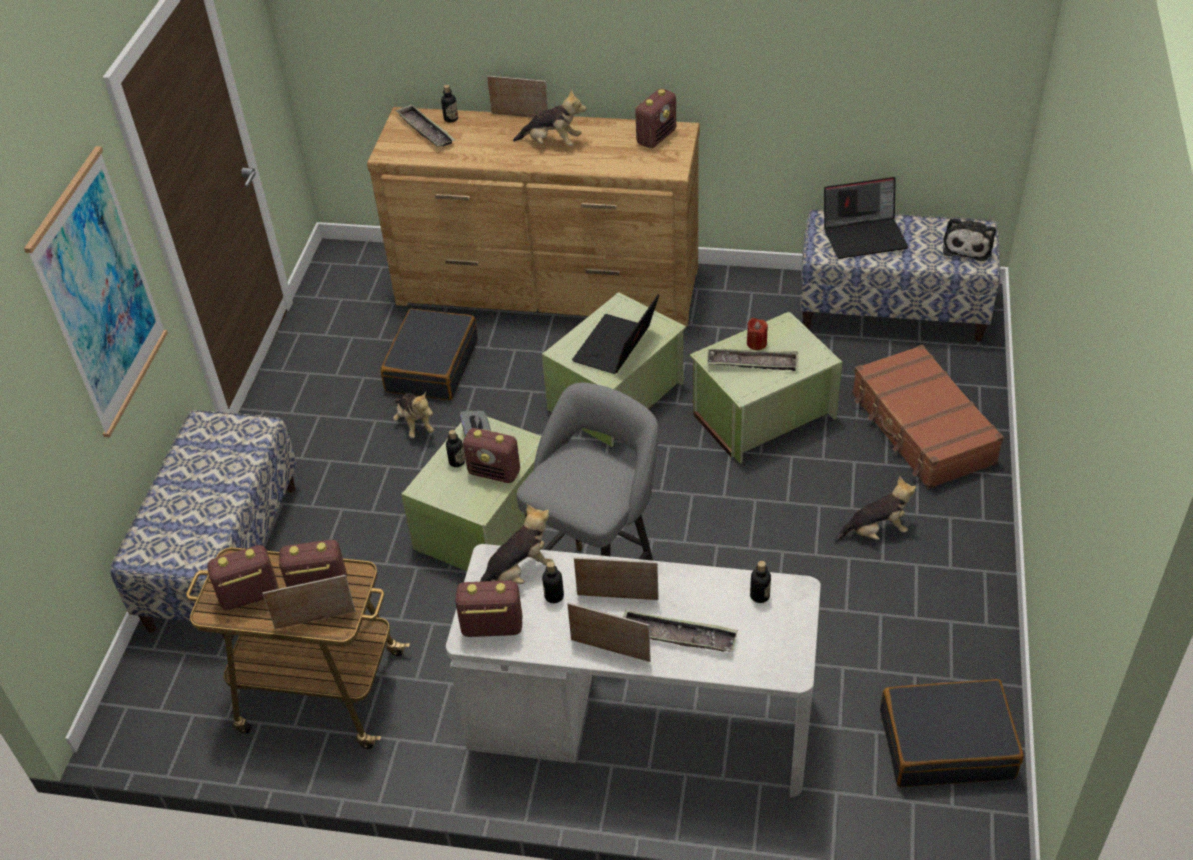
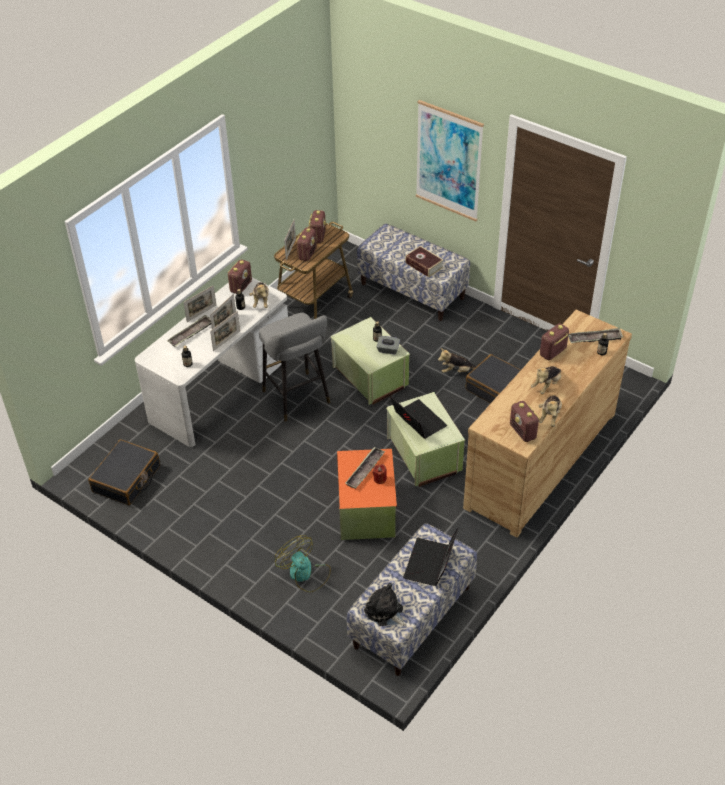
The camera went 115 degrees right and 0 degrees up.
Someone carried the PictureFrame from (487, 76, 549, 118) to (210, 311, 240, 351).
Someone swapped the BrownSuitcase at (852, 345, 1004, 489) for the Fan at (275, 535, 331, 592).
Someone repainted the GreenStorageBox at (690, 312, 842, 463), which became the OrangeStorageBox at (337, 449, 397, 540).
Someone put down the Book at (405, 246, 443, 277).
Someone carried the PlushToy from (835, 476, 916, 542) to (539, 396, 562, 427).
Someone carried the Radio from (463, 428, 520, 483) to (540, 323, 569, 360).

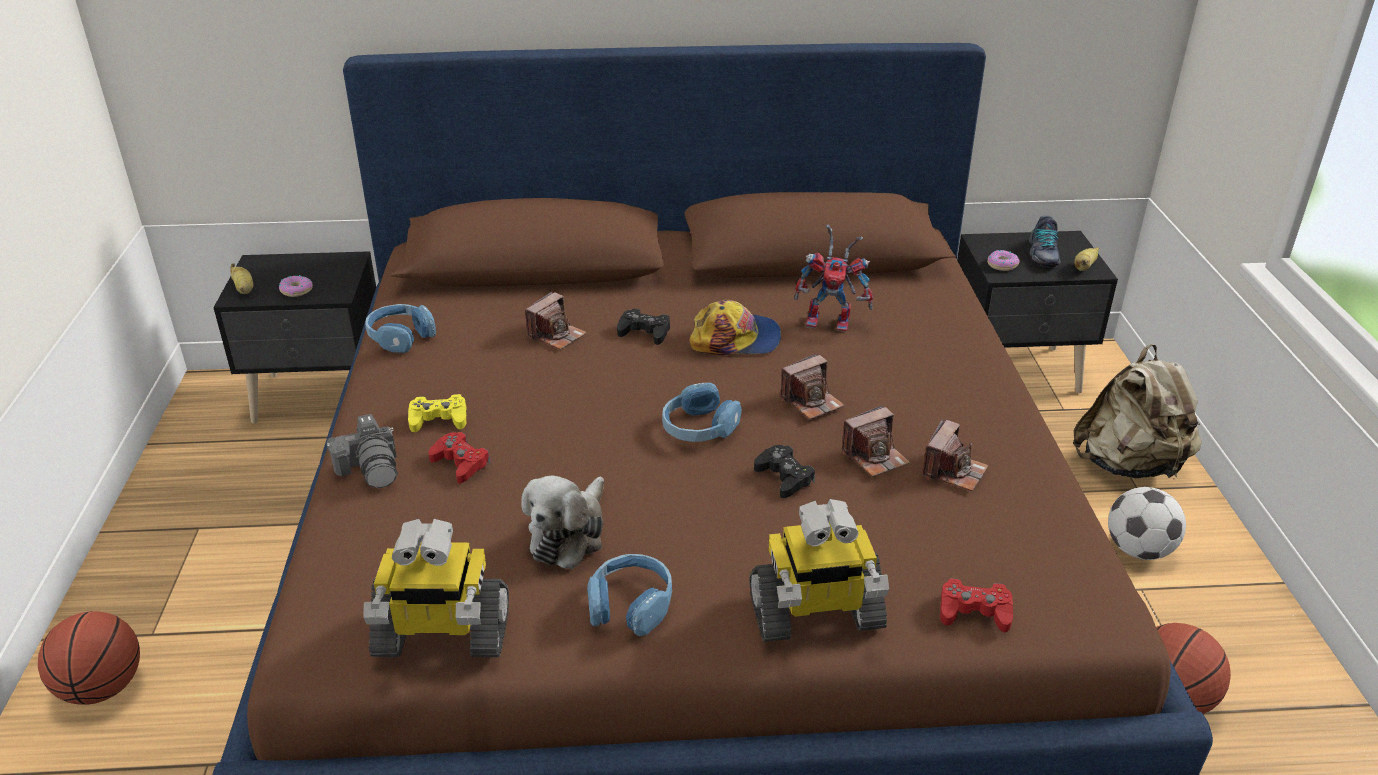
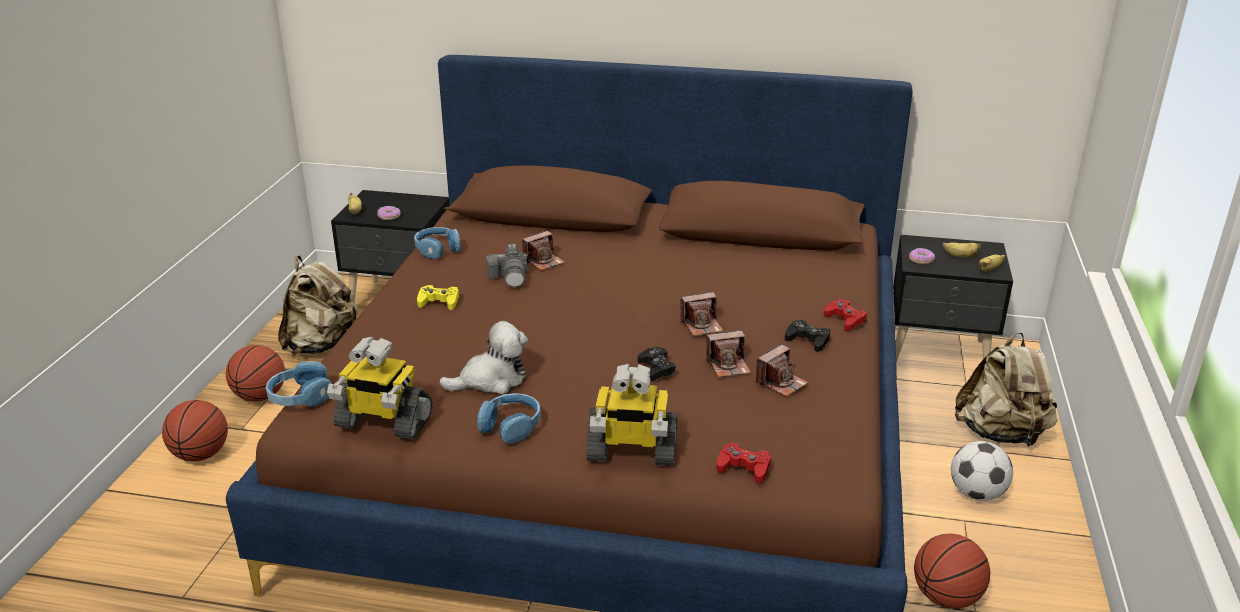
The camera went 15 degrees right and 5 degrees down.
Someone put down the Basketball at (226, 345, 285, 402).
Someone carried the BlueHeadphones from (662, 383, 742, 442) to (266, 361, 332, 407).
Someone put down the BeigeBackpack at (278, 256, 358, 354).
Someone rotated the PlushToy at (521, 475, 604, 569) by 150 degrees counterclockwise.
Someone carried the PhotoCamera from (327, 414, 398, 488) to (486, 244, 528, 287).
Someone carried the BlackGameController from (617, 309, 670, 345) to (785, 320, 830, 352).
Someone carried the RedGameController from (429, 432, 491, 484) to (824, 299, 867, 331).
Someone swapped the Shoe at (1029, 216, 1061, 268) for the Banana at (943, 243, 982, 257).
Someone took away the Cap at (689, 300, 781, 356).
Someone took away the ToyRobot at (794, 224, 873, 332).

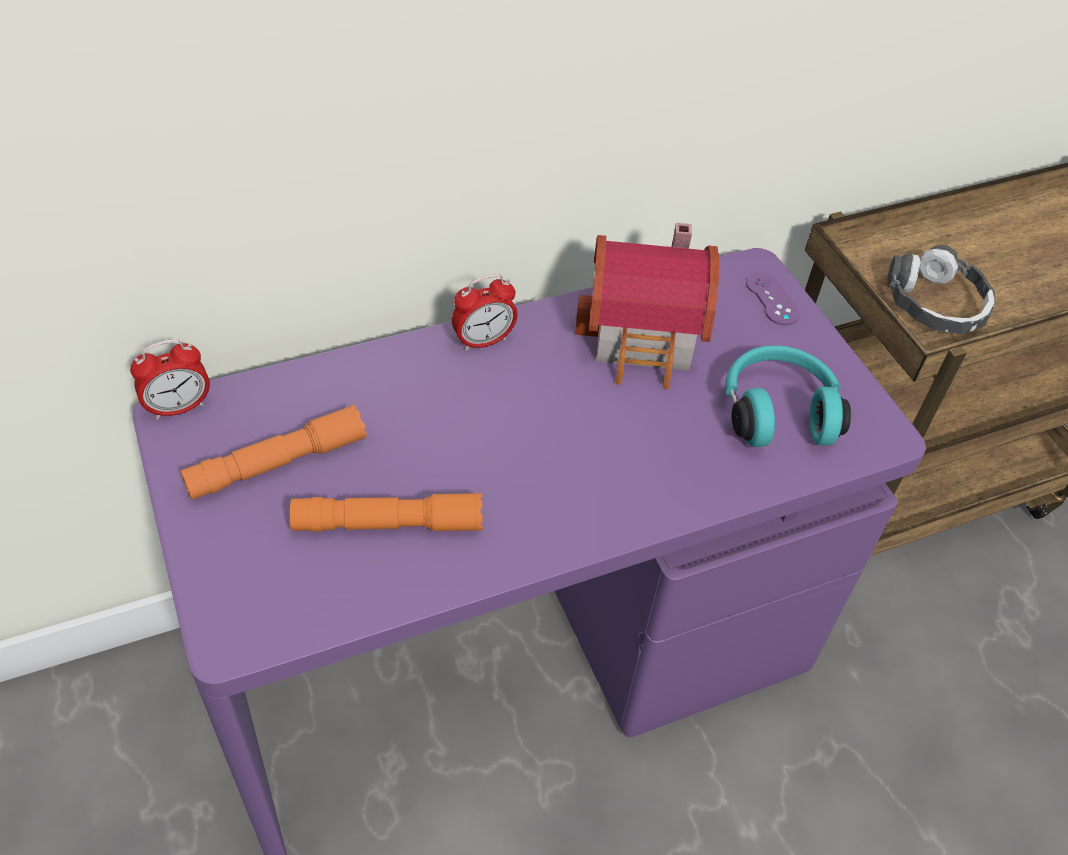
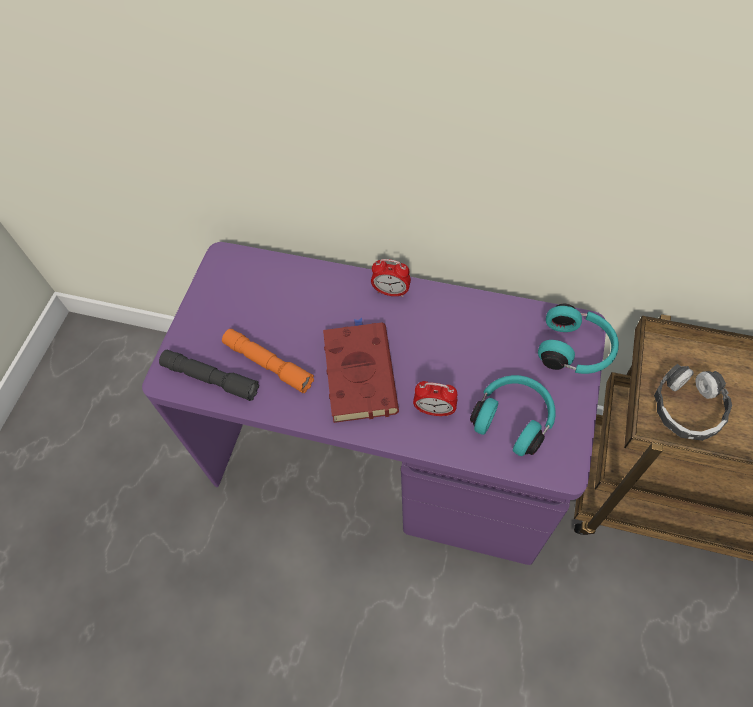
The camera went 45 degrees right and 10 degrees up.
Someone put down the GreyFlashlight at (159, 350, 259, 401).
Someone put down the RedBook at (323, 318, 399, 423).
Someone carried the AlarmClock from (130, 339, 210, 420) to (413, 381, 457, 416).
Someone swapped the PurpleGameController at (746, 272, 800, 325) for the TurquoiseHeadphones at (538, 304, 619, 374).
Someone took away the OrangeFlashlight at (180, 404, 367, 500).
Someone took away the ToyHouse at (575, 223, 719, 390).

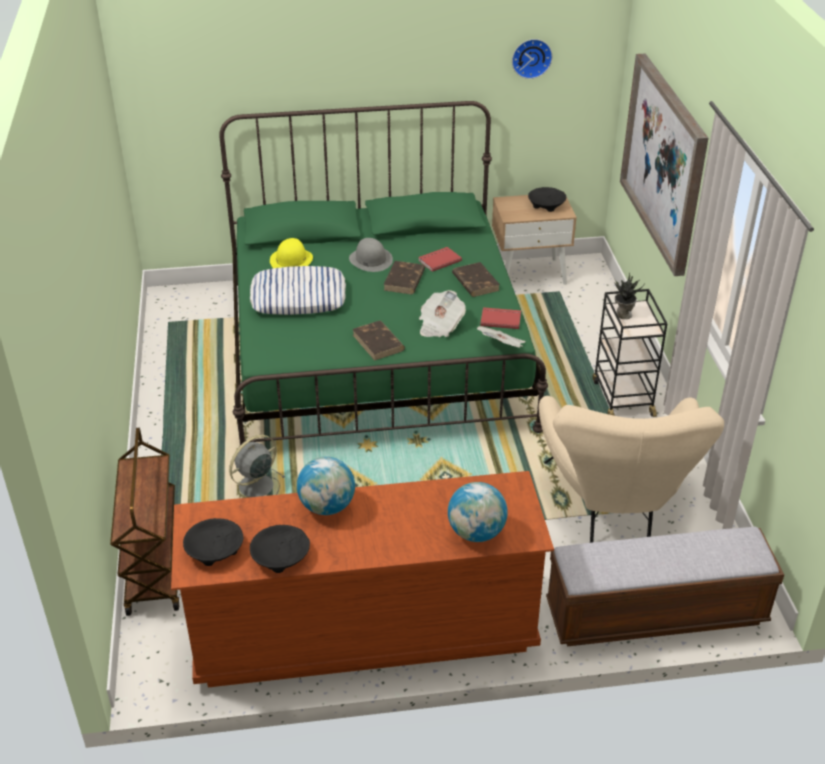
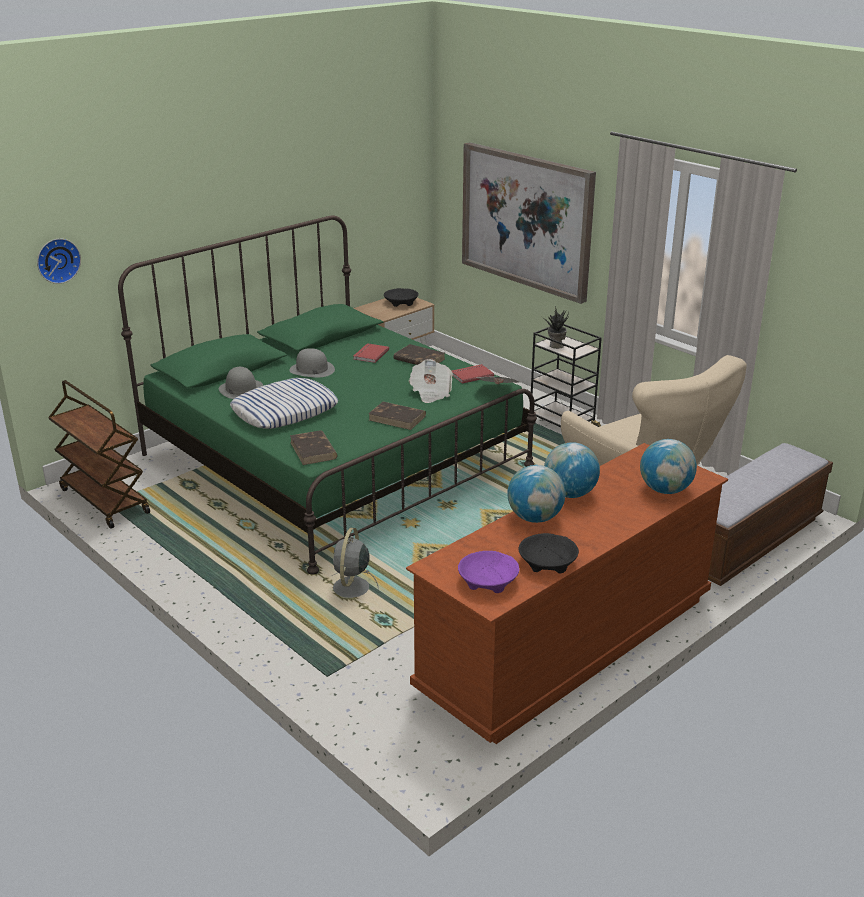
The camera went 35 degrees left and 10 degrees down.
Someone carried the WallClock from (512, 39, 552, 79) to (37, 238, 81, 284).
Someone carried the BrownCart from (110, 428, 179, 616) to (48, 380, 150, 529).
Someone repainted the YellowHat at (270, 238, 313, 268), which became the GreyHat at (219, 367, 263, 399).
Someone carried the BrownBook from (383, 261, 425, 294) to (290, 430, 338, 465).
Someone repainted the BlackBowl at (183, 518, 244, 566), which became the PurpleBowl at (458, 551, 519, 593).
Someone put down the Globe at (544, 442, 600, 498).

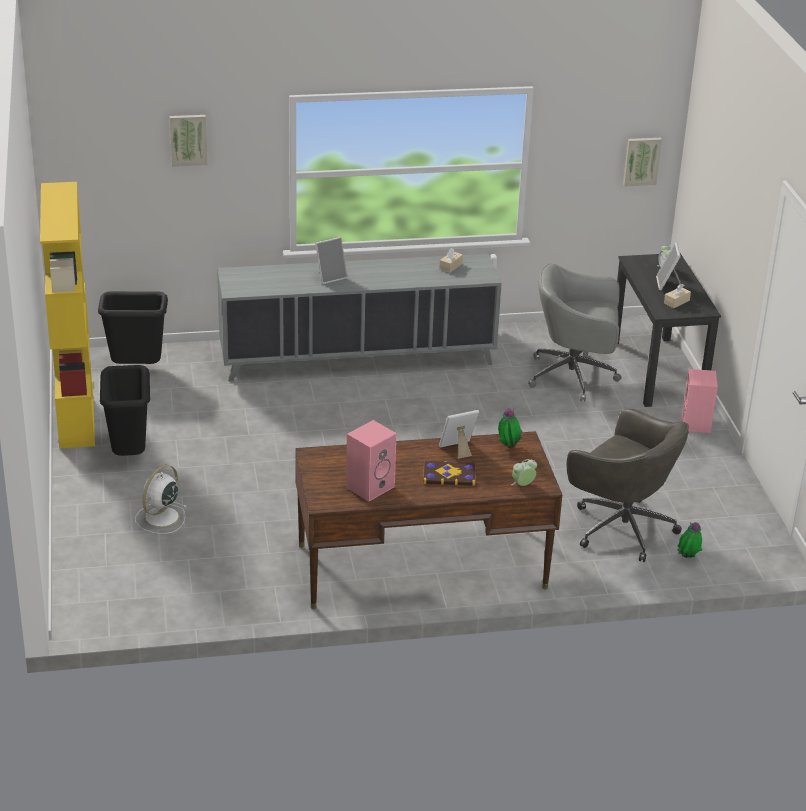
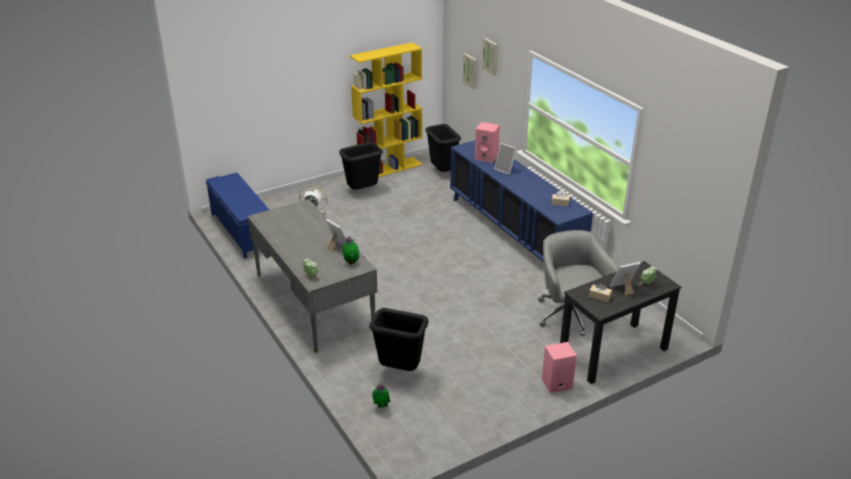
The camera went 70 degrees right and 0 degrees up.
Someone put down the BlueBench at (206, 173, 269, 259).
Someone repainted the BrownDesk at (295, 431, 562, 609), which became the GreyDesk at (247, 199, 377, 353).
Someone swapped the GreyOfficeChair at (567, 408, 689, 562) for the BlackTrashCan at (369, 308, 429, 371).
Someone repainted the GreyCabinet at (217, 254, 502, 381), which became the BlueCabinet at (450, 140, 593, 262).
Someone carried the Picture from (623, 138, 662, 187) to (463, 53, 477, 89).
Someone carried the PinkSpeaker from (346, 420, 397, 502) to (475, 122, 500, 163).
Someone took away the Book at (423, 461, 475, 486).

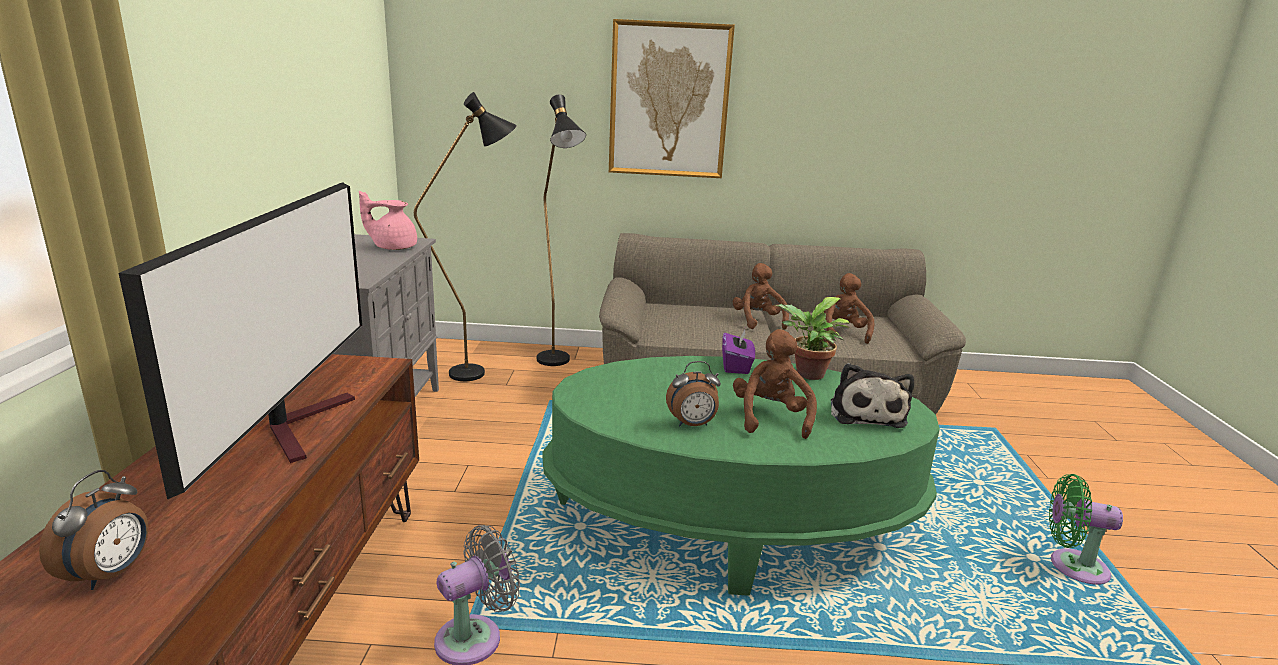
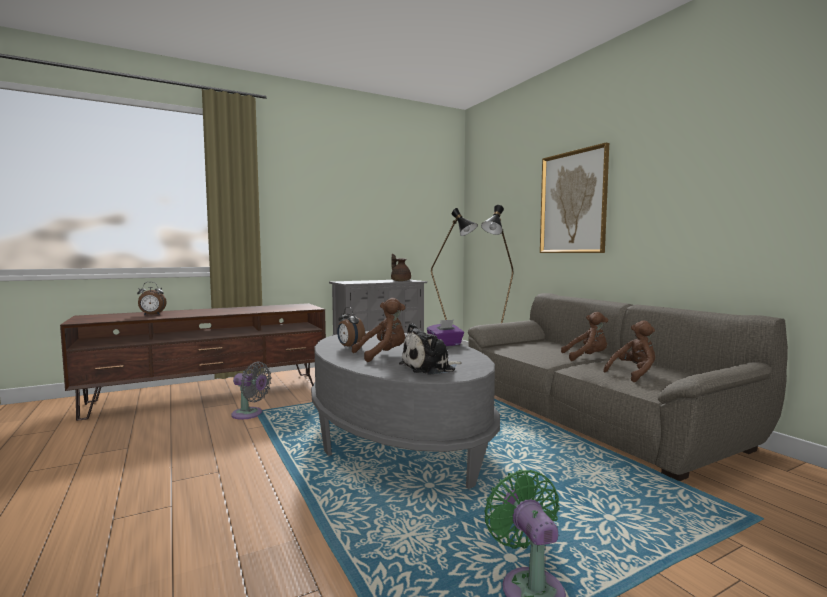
The camera went 60 degrees right and 15 degrees down.
Someone repainted the GreenCoffeeTable at (542, 356, 940, 596), which became the GreyCoffeeTable at (311, 331, 500, 489).
Someone repainted the PinkTeapot at (359, 191, 417, 250), which became the BrownTeapot at (391, 254, 411, 281).
Someone rotated the BrownPlushToy at (733, 263, 789, 330) by 45 degrees clockwise.
Someone took away the Television at (119, 182, 362, 500).
Someone took away the PottedPlant at (775, 297, 850, 380).

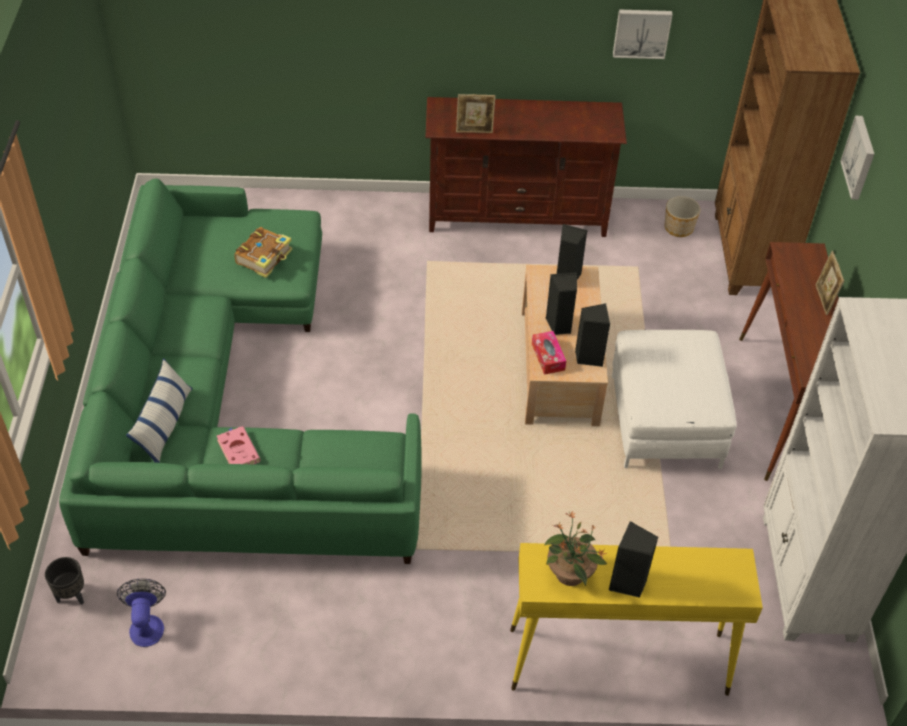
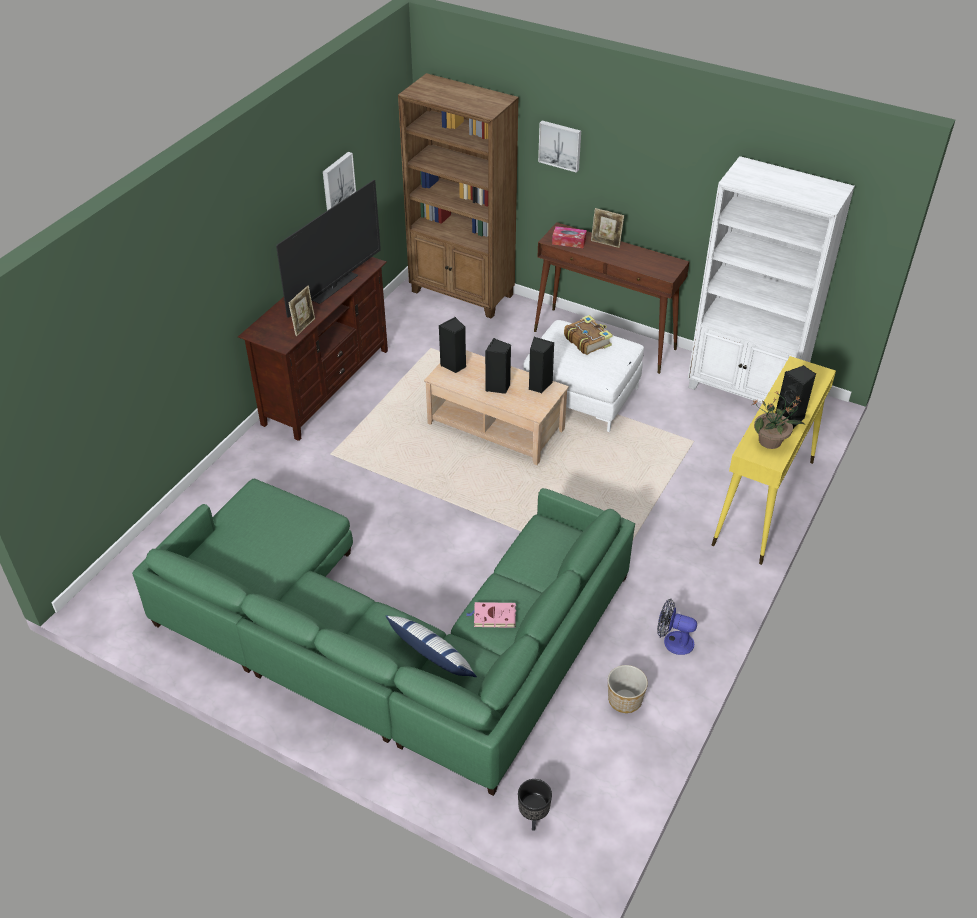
The camera went 60 degrees left and 5 degrees down.
Someone put down the Television at (276, 180, 381, 318).
Someone carried the TissueBox from (532, 331, 566, 374) to (552, 226, 587, 248).
Someone carried the Book from (234, 227, 292, 278) to (564, 315, 613, 355).
Someone carried the Planter from (665, 196, 700, 237) to (608, 665, 648, 713).
Someone carried the Fan from (117, 579, 166, 647) to (657, 599, 697, 655).

